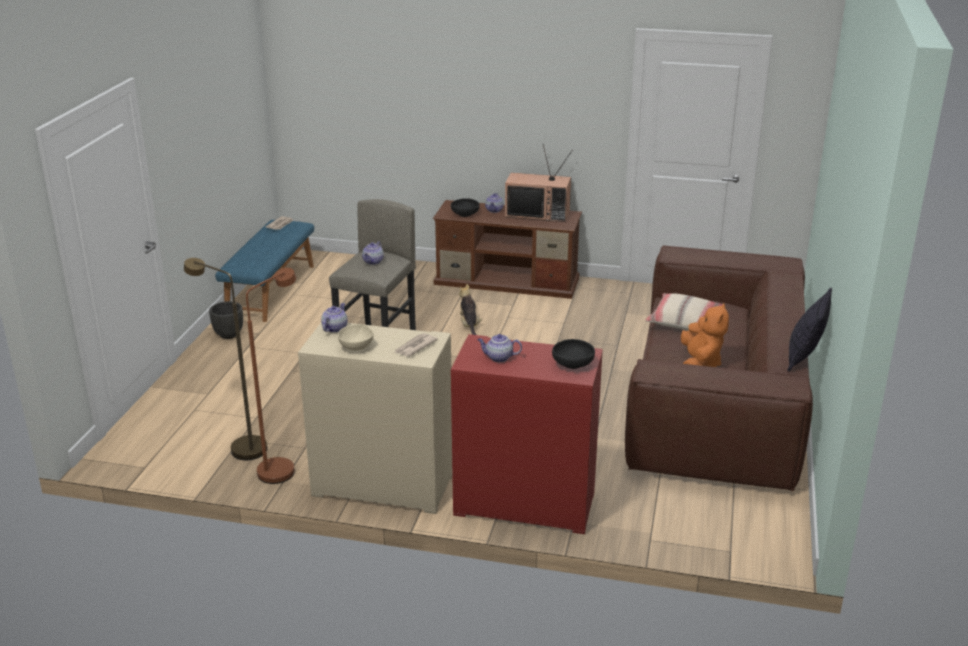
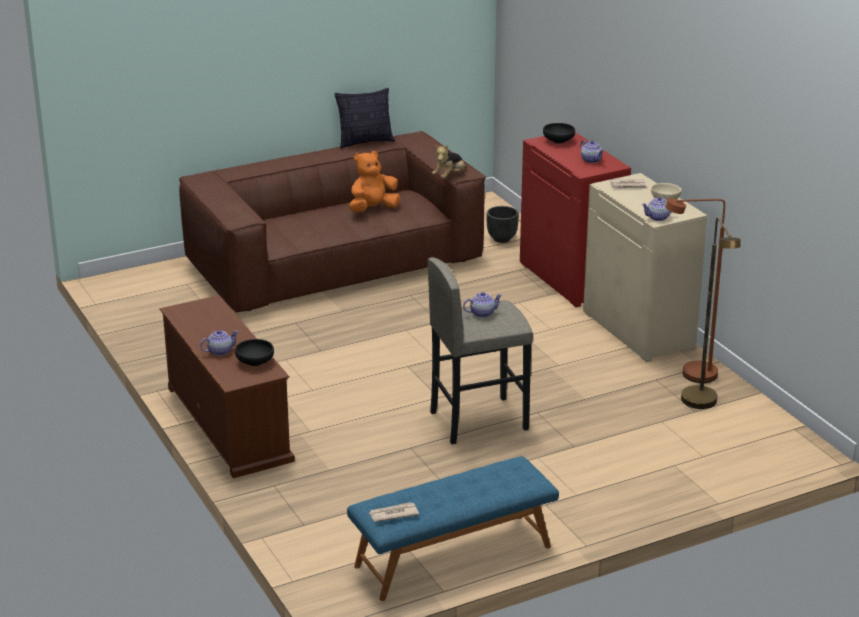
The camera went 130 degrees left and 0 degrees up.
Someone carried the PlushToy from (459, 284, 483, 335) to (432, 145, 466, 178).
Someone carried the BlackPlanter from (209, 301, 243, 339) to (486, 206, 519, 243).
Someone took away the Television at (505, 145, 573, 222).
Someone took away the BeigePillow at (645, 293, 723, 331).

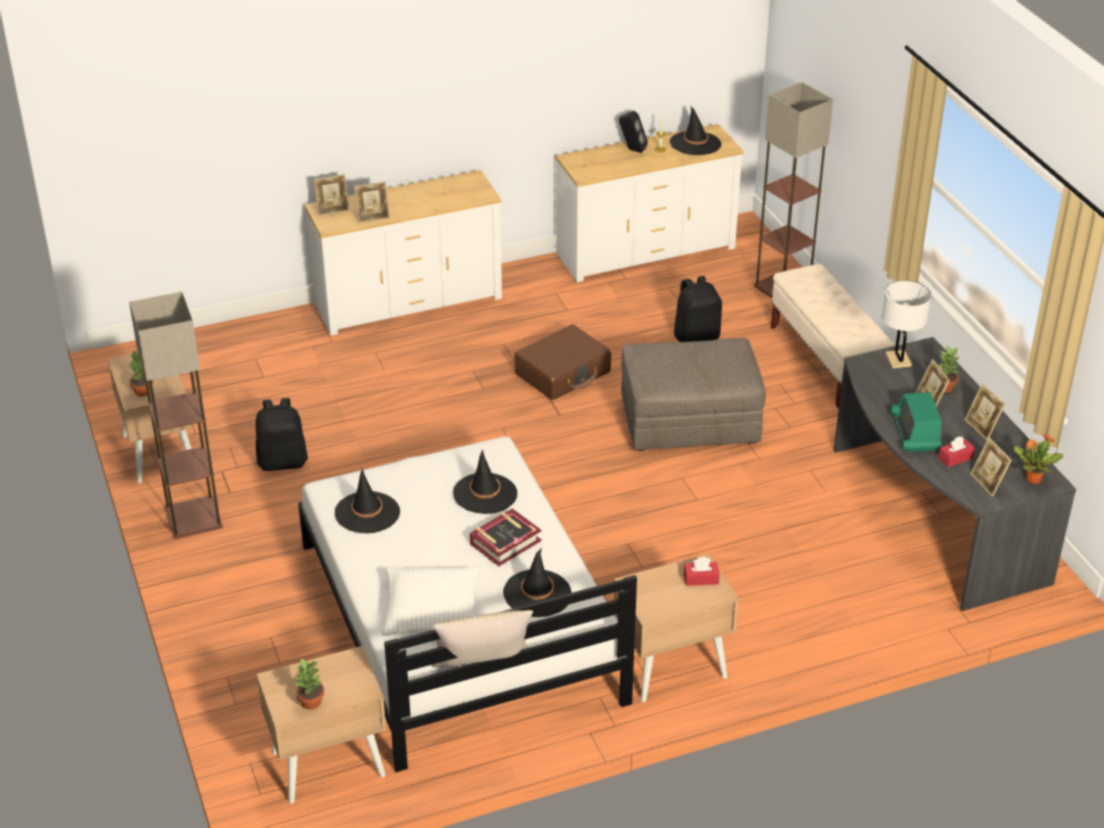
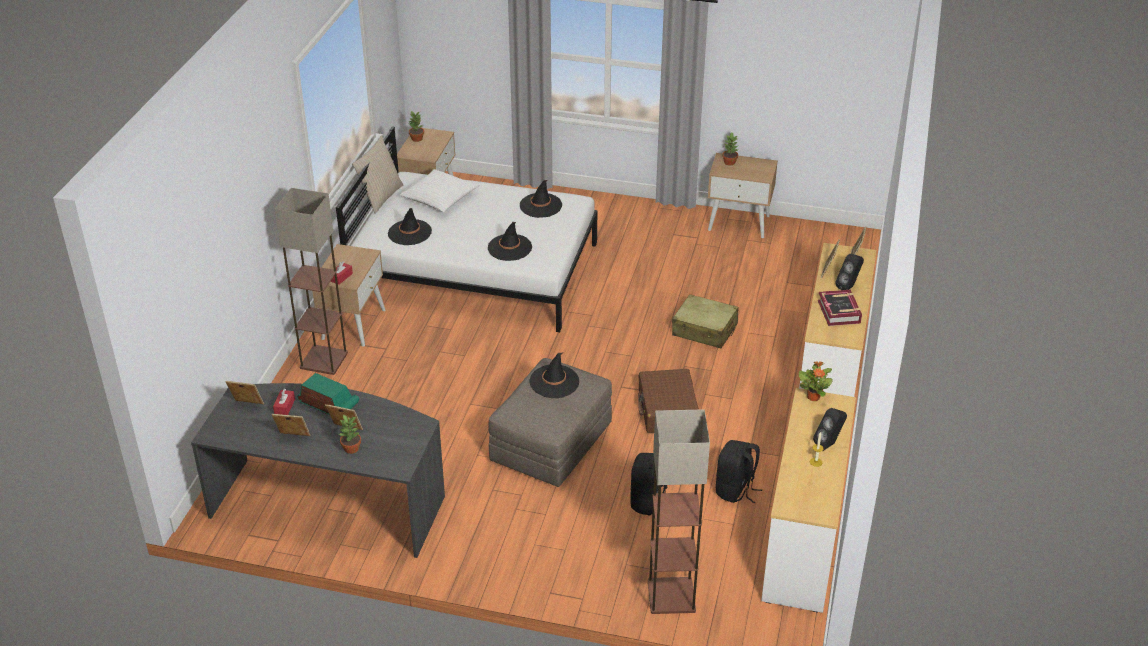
The camera went 125 degrees right and 0 degrees up.
Someone carried the FloorLamp from (129, 292, 223, 539) to (274, 188, 348, 375).
Someone carried the BlackHat from (670, 107, 721, 155) to (529, 352, 579, 398).
Someone put down the BeigeSuitcase at (672, 294, 739, 348).
Someone carried the BlackBackpack from (255, 398, 308, 471) to (716, 440, 762, 504).
Someone carried the PottedPlant from (1014, 434, 1064, 484) to (799, 361, 833, 401).
Someone carried the Book from (470, 508, 541, 566) to (818, 290, 862, 326).
Someone put down the BlackSpeaker at (835, 254, 864, 290).
Someone took away the BeigeBench at (771, 264, 895, 408).
Someone took away the WhiteTableLamp at (882, 280, 931, 368).

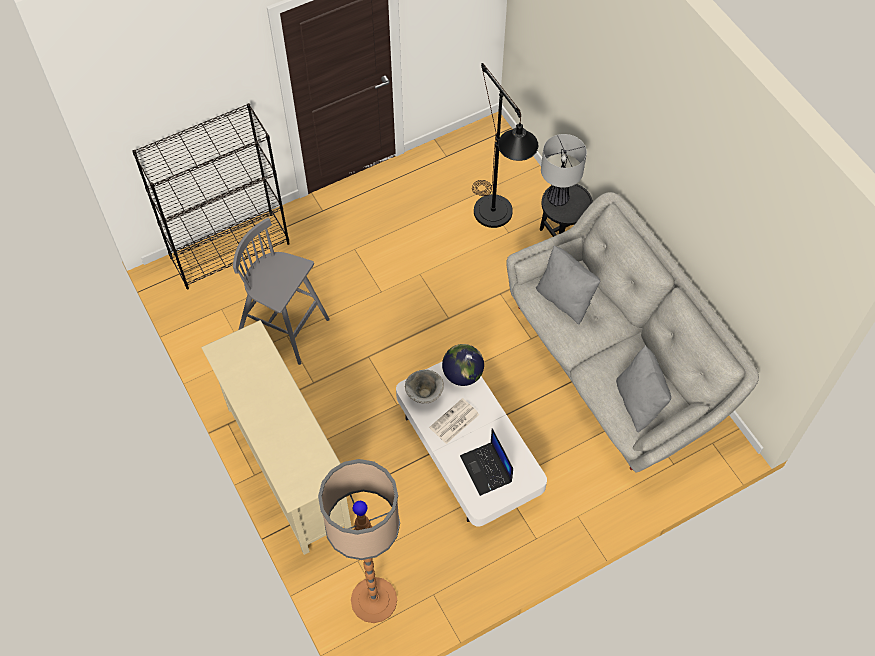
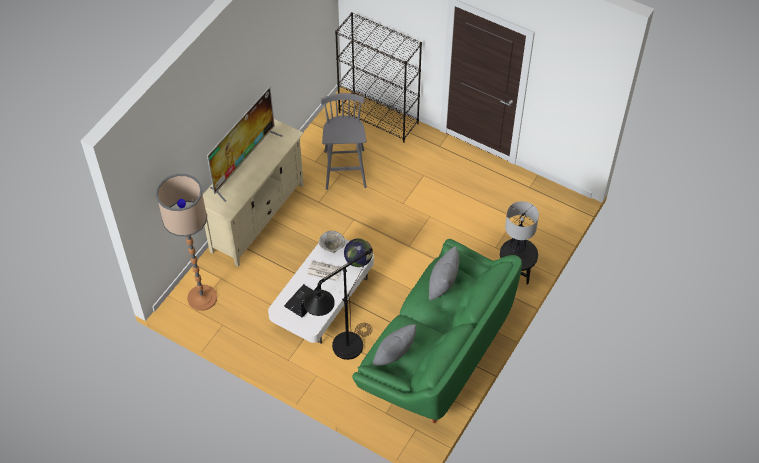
The camera went 60 degrees right and 5 degrees down.
Someone put down the Television at (207, 86, 282, 202).
Someone carried the BlackFloorLamp from (472, 63, 538, 228) to (304, 248, 373, 360).
Someone repainted the GreySofa at (506, 192, 759, 472), which became the GreenSofa at (352, 239, 522, 423).

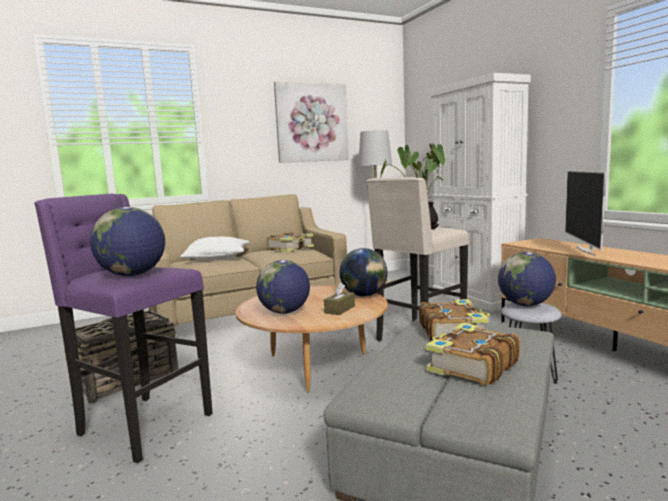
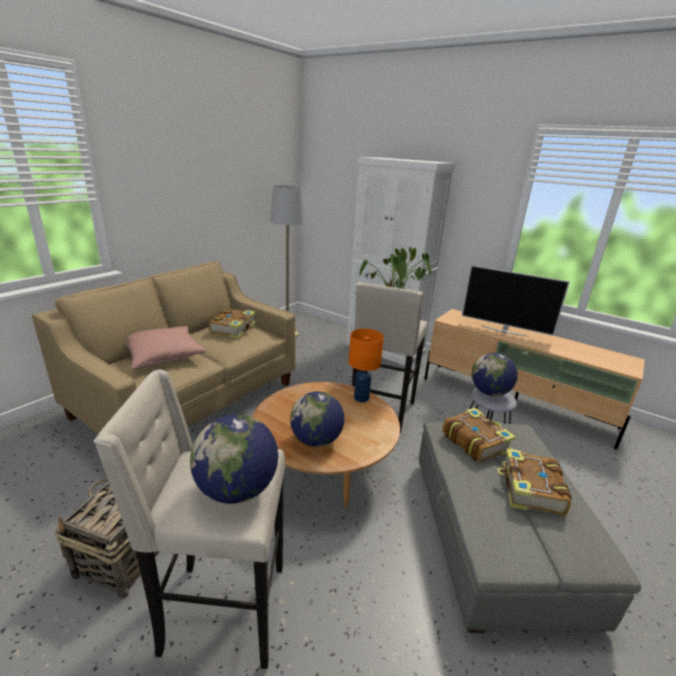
The camera went 30 degrees left and 15 degrees up.
Someone repainted the PurpleStool at (34, 194, 213, 463), which became the BeigeStool at (94, 370, 285, 669).
Someone repainted the WhitePillow at (181, 237, 249, 260), which became the PinkPillow at (126, 326, 207, 369).
Someone swapped the Globe at (339, 248, 387, 297) for the OrangeTableLamp at (349, 329, 384, 402).
Someone rotated the Television at (565, 170, 606, 255) by 45 degrees counterclockwise.
Someone took away the Picture at (274, 81, 349, 163).
Someone took away the BrownTissueBox at (324, 283, 355, 315).

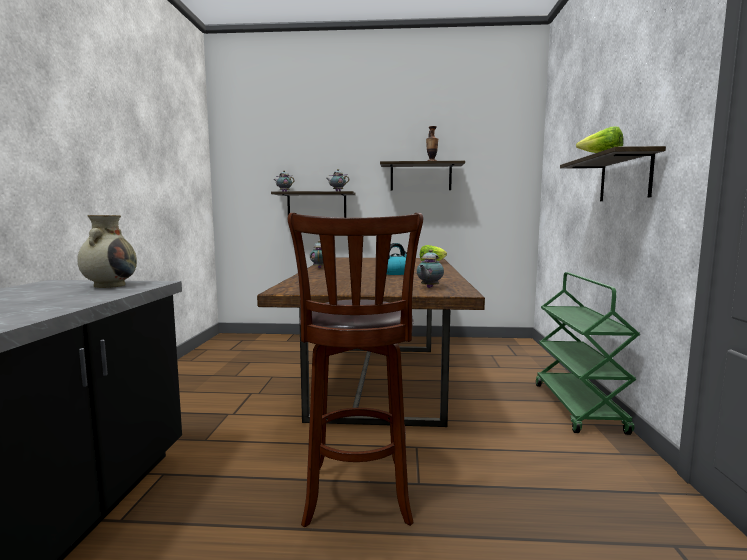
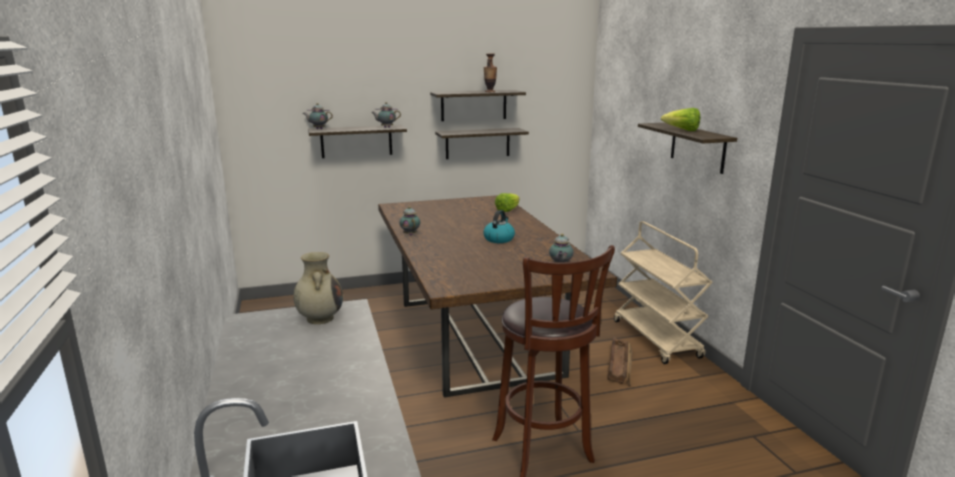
The camera went 20 degrees left and 10 degrees up.
Someone put up the Shelf at (435, 128, 529, 159).
Someone put down the Crate at (607, 336, 633, 387).
Someone repainted the GreenCart at (536, 272, 640, 435), which became the BeigeCart at (614, 221, 713, 364).

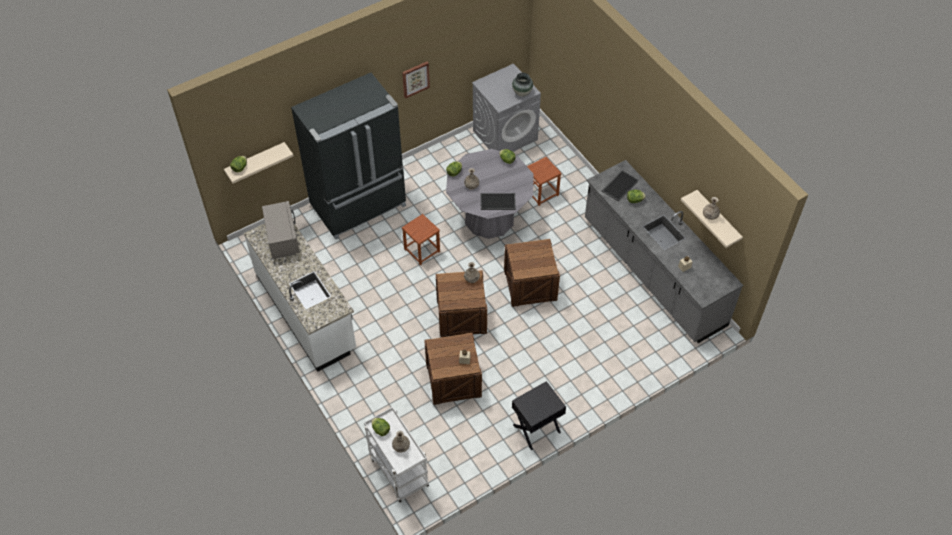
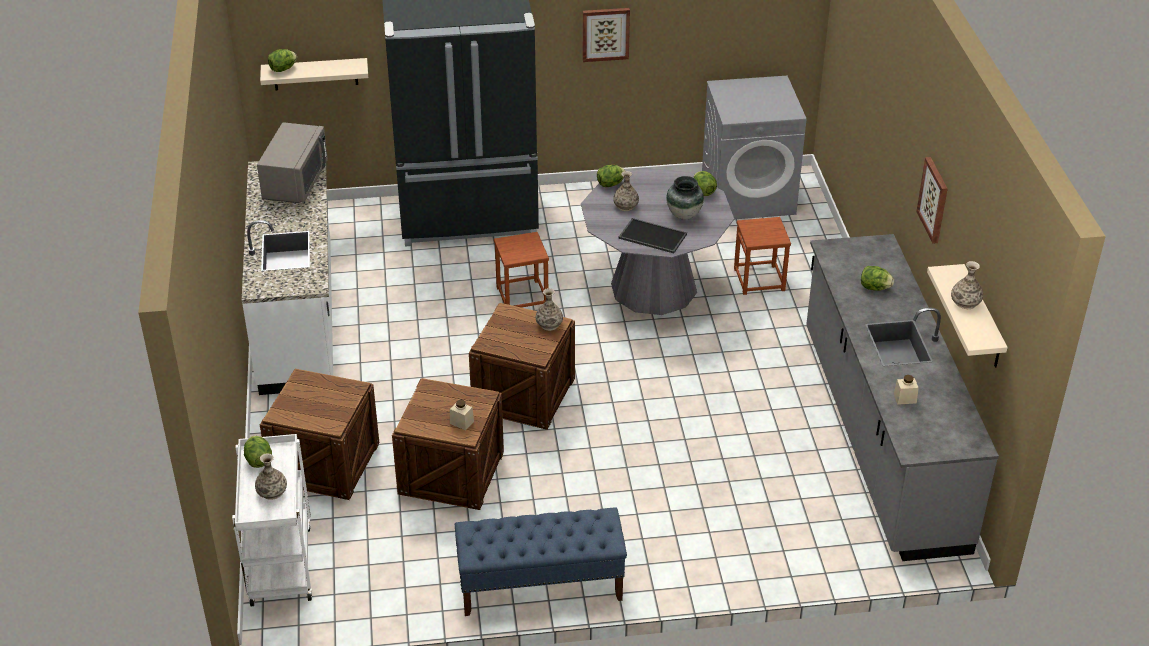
The camera went 25 degrees right and 15 degrees down.
Someone carried the Crate from (504, 239, 560, 307) to (260, 369, 379, 500).
Someone swapped the BlackNightstand at (512, 381, 566, 450) for the BlueBench at (455, 508, 627, 616).
Someone carried the Vase from (512, 73, 533, 96) to (666, 176, 704, 219).
Someone put up the Picture at (916, 157, 948, 244).
Someone took away the Tray at (602, 170, 639, 202).

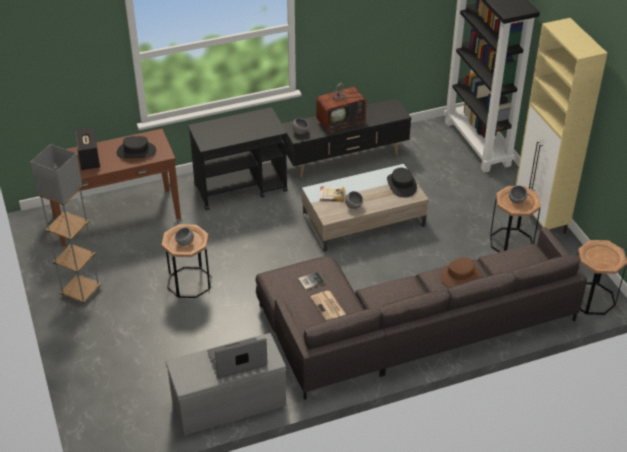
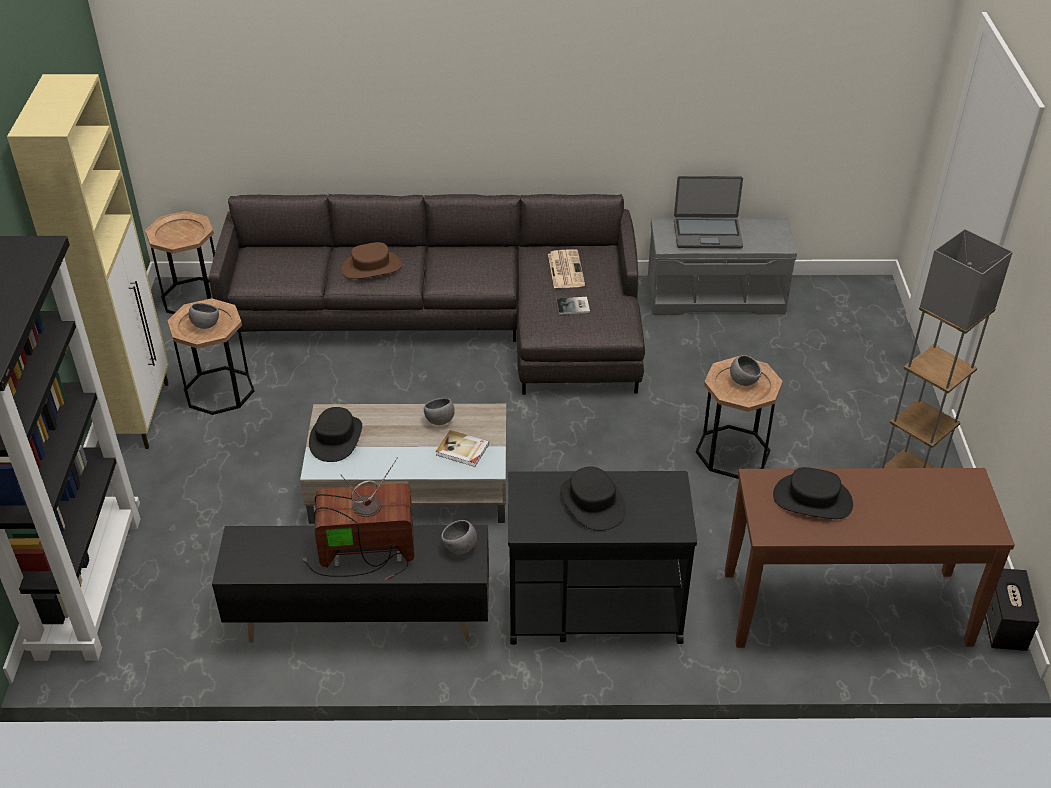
The camera went 160 degrees left and 0 degrees up.
Someone put down the BlackHat at (560, 467, 626, 531).
Someone carried the Speaker from (75, 127, 100, 170) to (985, 569, 1039, 651).

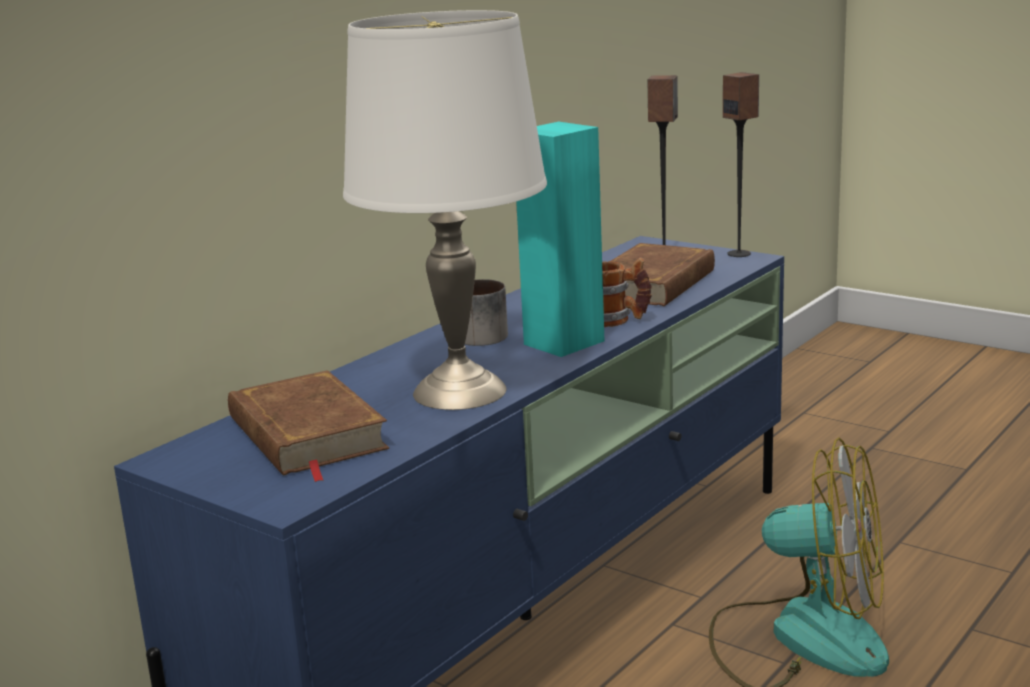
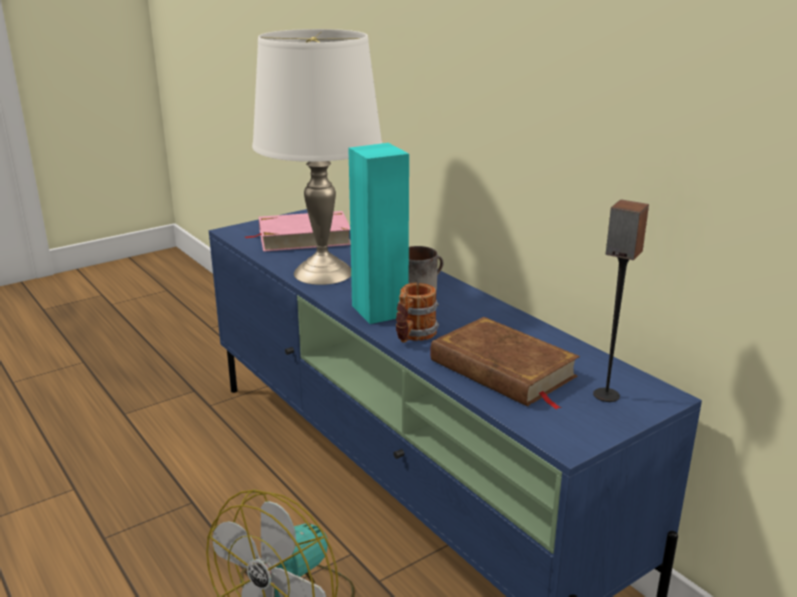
The camera went 105 degrees right and 5 degrees up.
Someone repainted the BrownBook at (228, 370, 389, 482), which became the PinkBook at (245, 211, 351, 252).
Someone took away the Speaker at (723, 72, 759, 257).

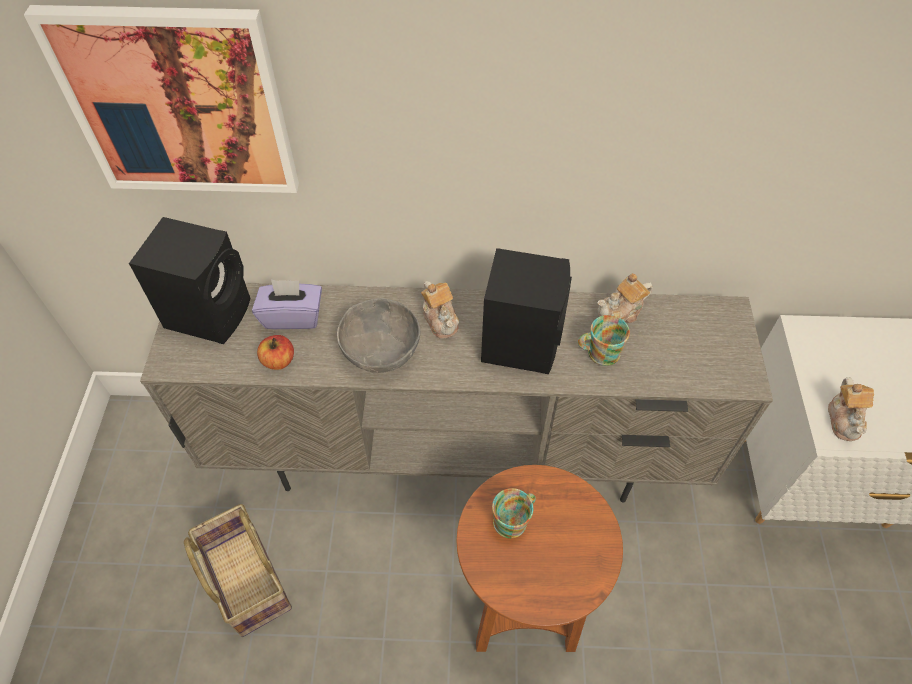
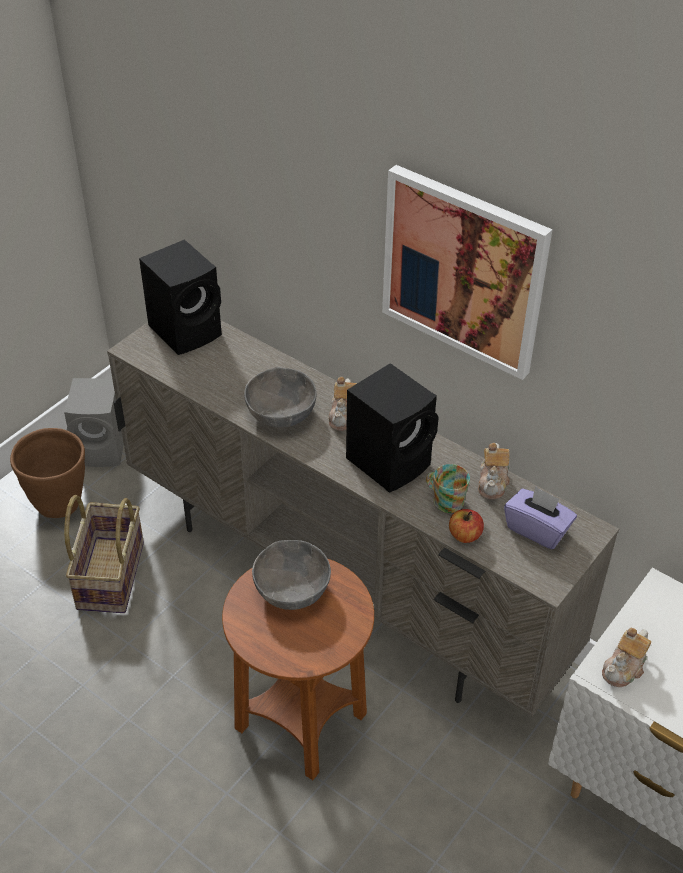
The camera went 35 degrees right and 10 degrees down.
Someone put down the BrownPlanter at (10, 428, 85, 518).
Someone put down the GreySpeaker at (64, 378, 124, 467).
Someone swapped the Mug at (492, 488, 536, 538) for the GreyBowl at (252, 540, 331, 610).
Someone carried the Picture from (24, 5, 299, 193) to (382, 165, 553, 380).
Someone carried the Apple from (257, 335, 294, 370) to (449, 509, 484, 543).
Someone rotated the Teapot at (597, 273, 653, 323) by 90 degrees counterclockwise.
Someone carried the PurpleTissueBox from (252, 280, 322, 329) to (504, 486, 577, 549).

